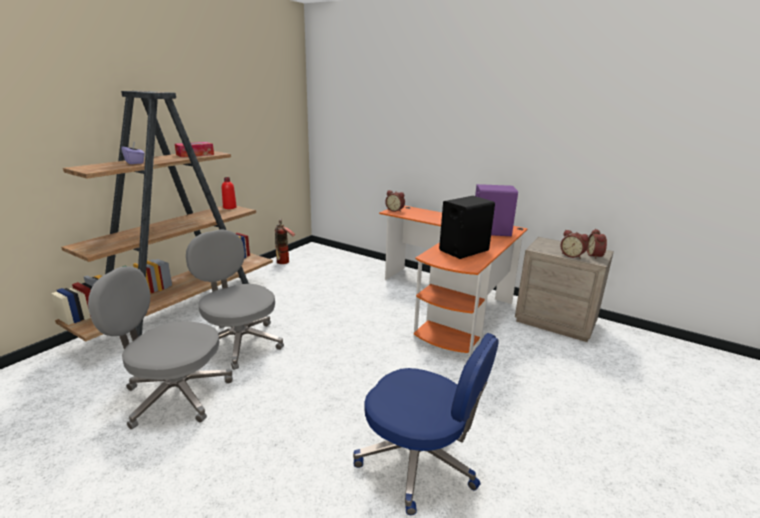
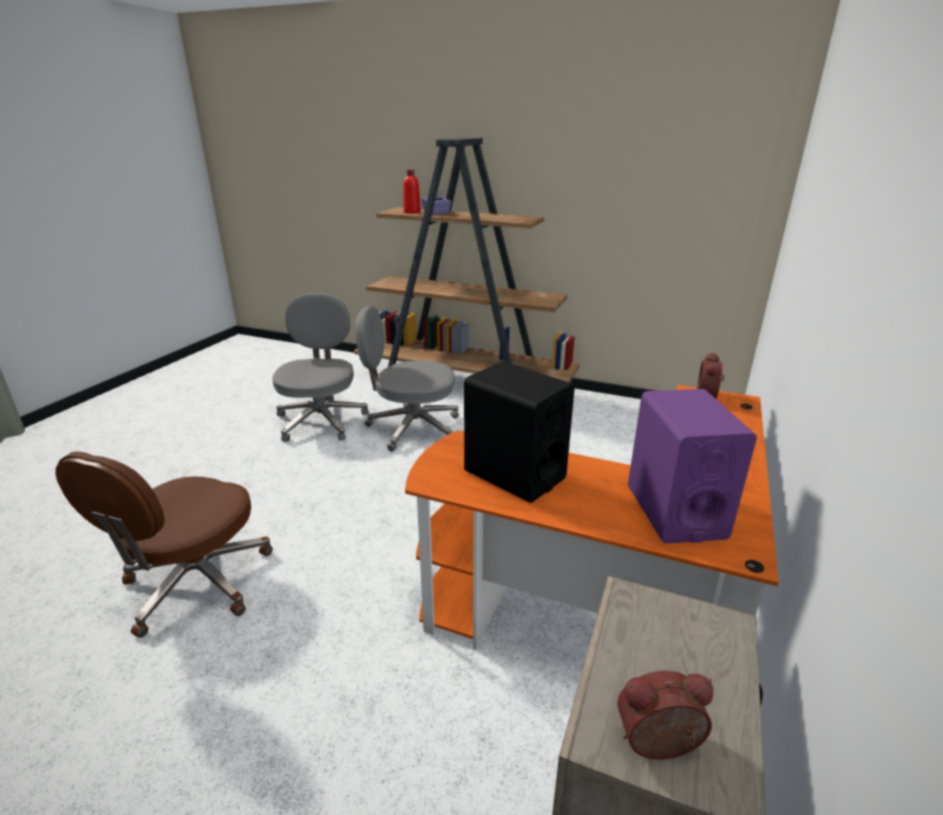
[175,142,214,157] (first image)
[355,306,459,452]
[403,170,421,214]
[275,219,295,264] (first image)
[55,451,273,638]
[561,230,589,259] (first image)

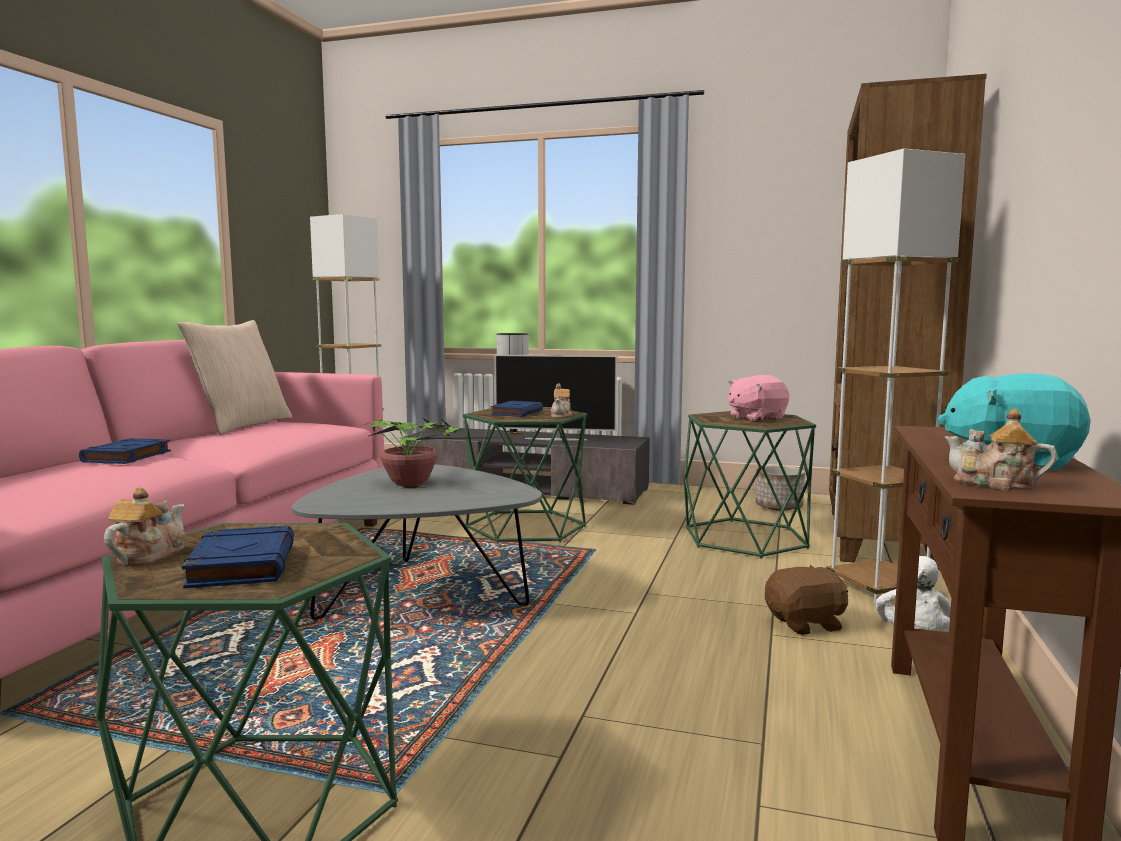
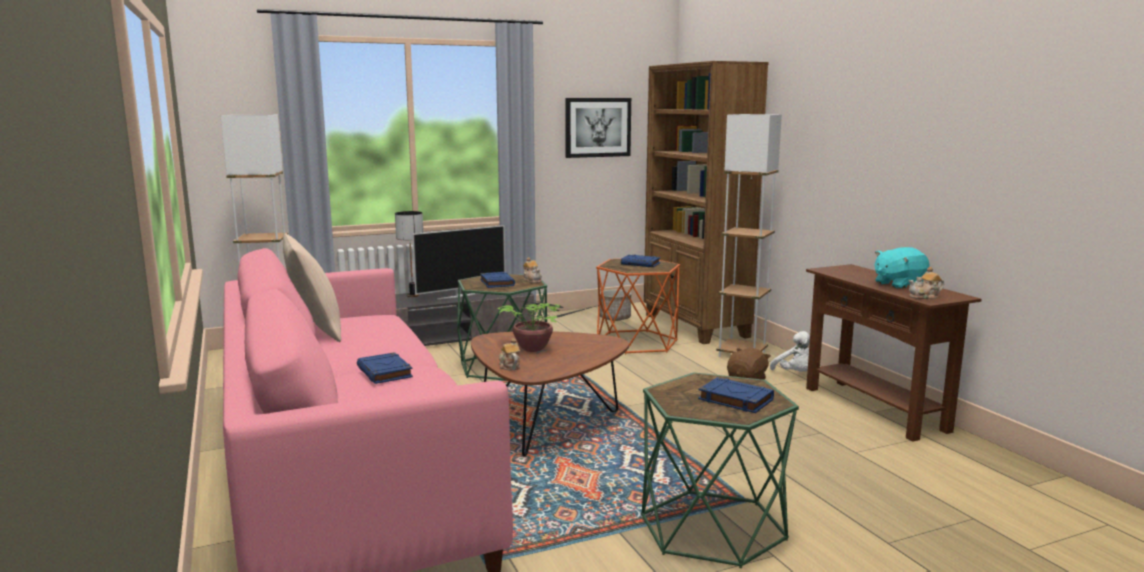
[499,338,520,370]
[471,331,629,457]
[596,259,680,354]
[621,255,660,267]
[565,98,631,158]

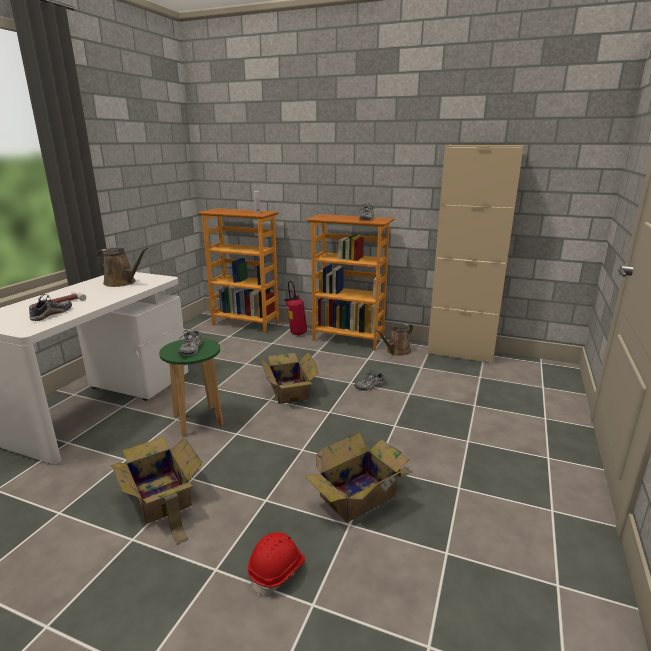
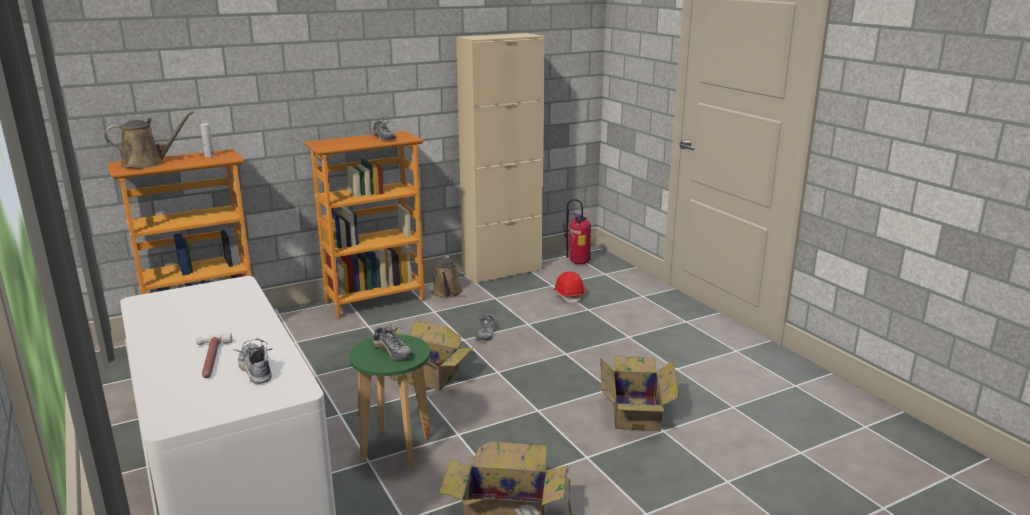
[104,111,194,169]
[553,271,585,304]
[563,199,591,264]

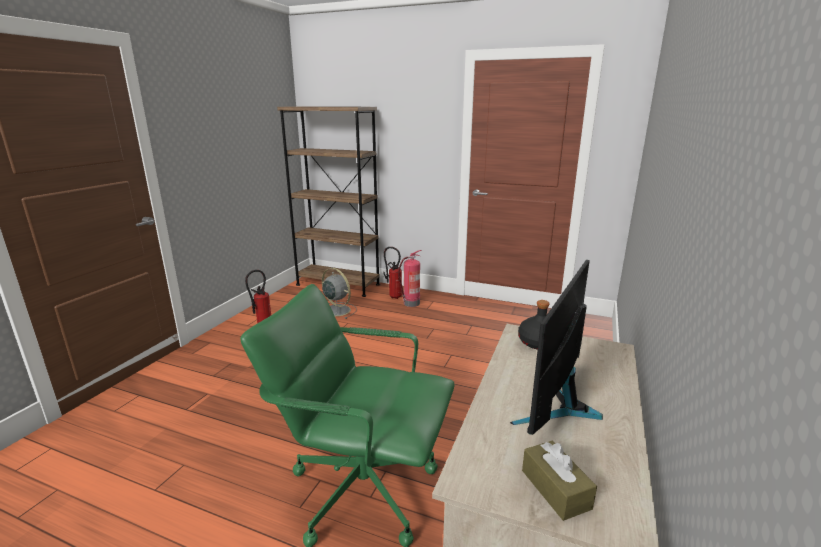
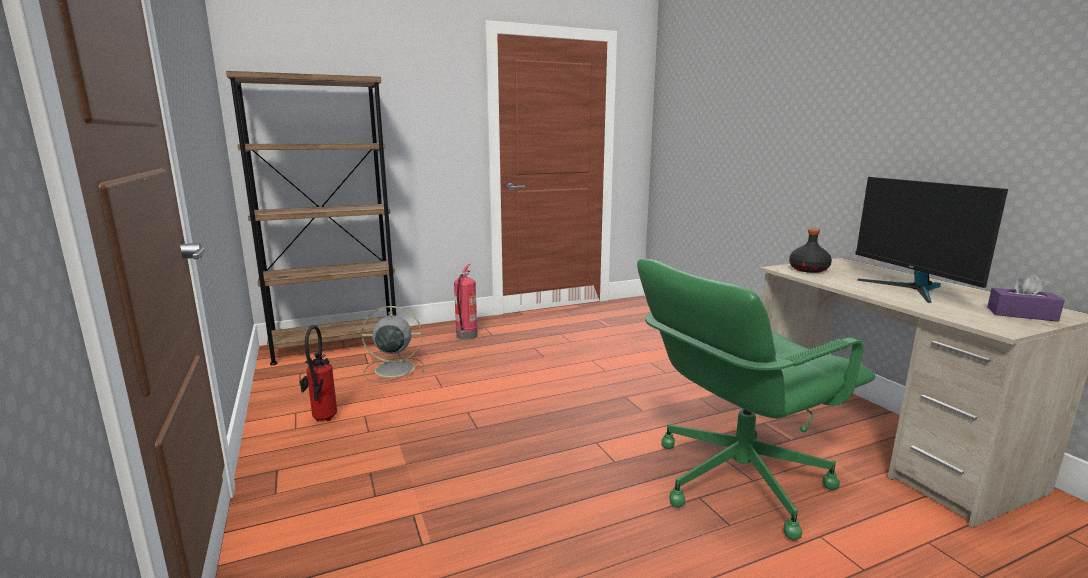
[383,247,402,299] (first image)
[987,273,1065,322]

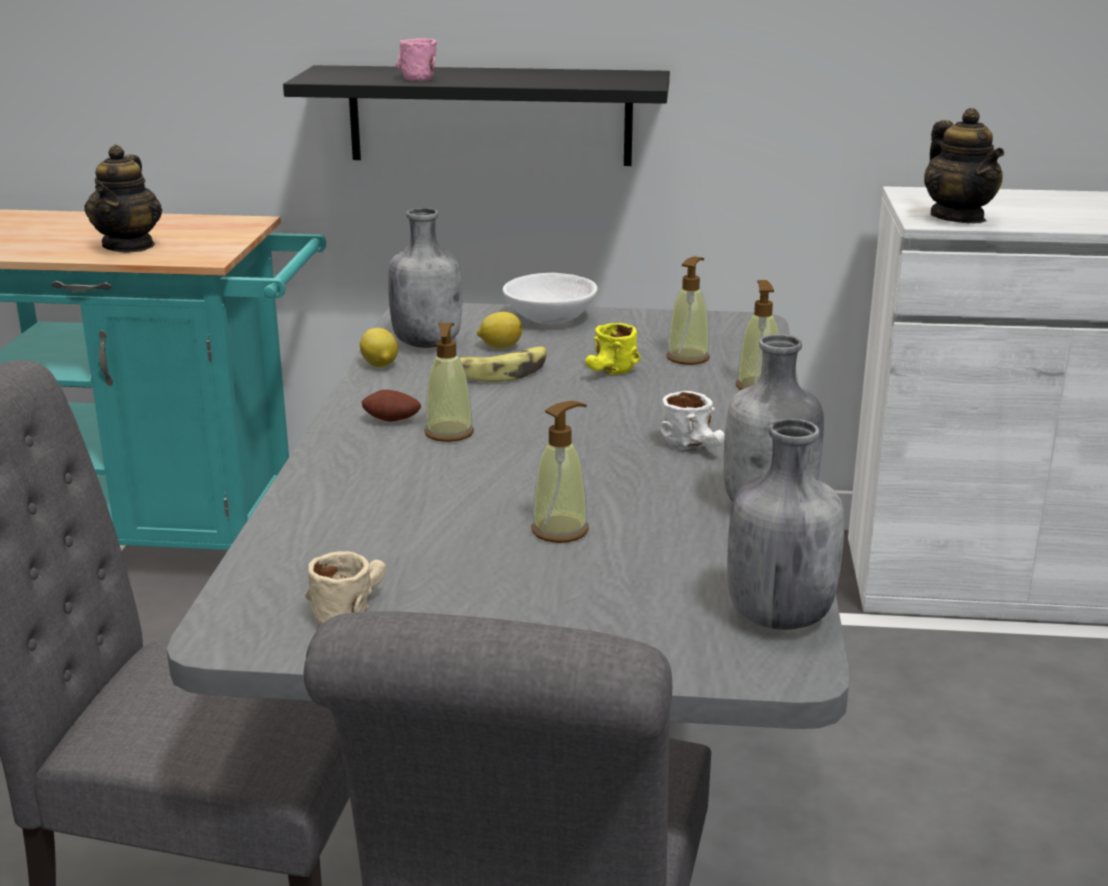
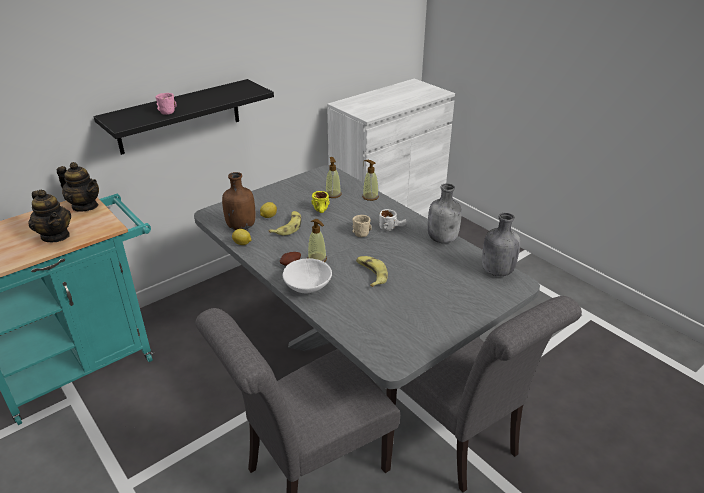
[352,215,372,237]
[222,172,256,230]
[283,258,332,293]
[531,401,589,543] (first image)
[57,162,99,212]
[356,256,388,287]

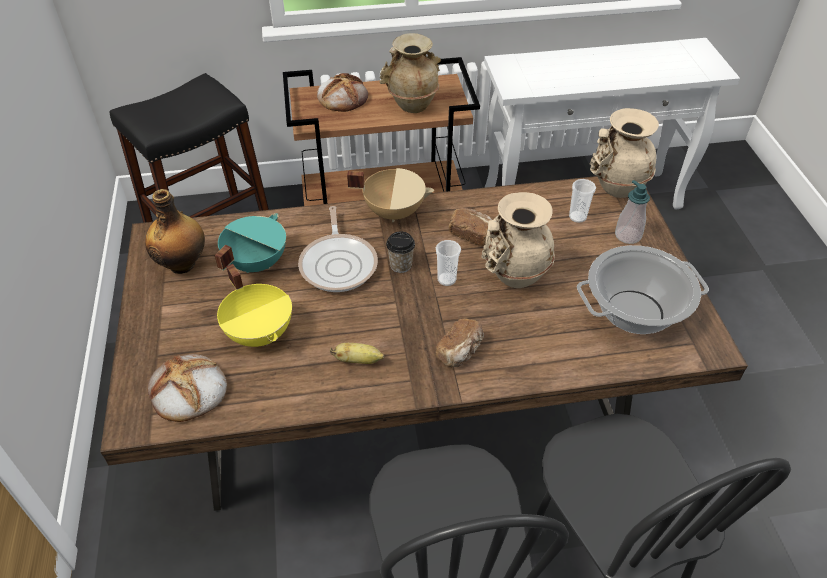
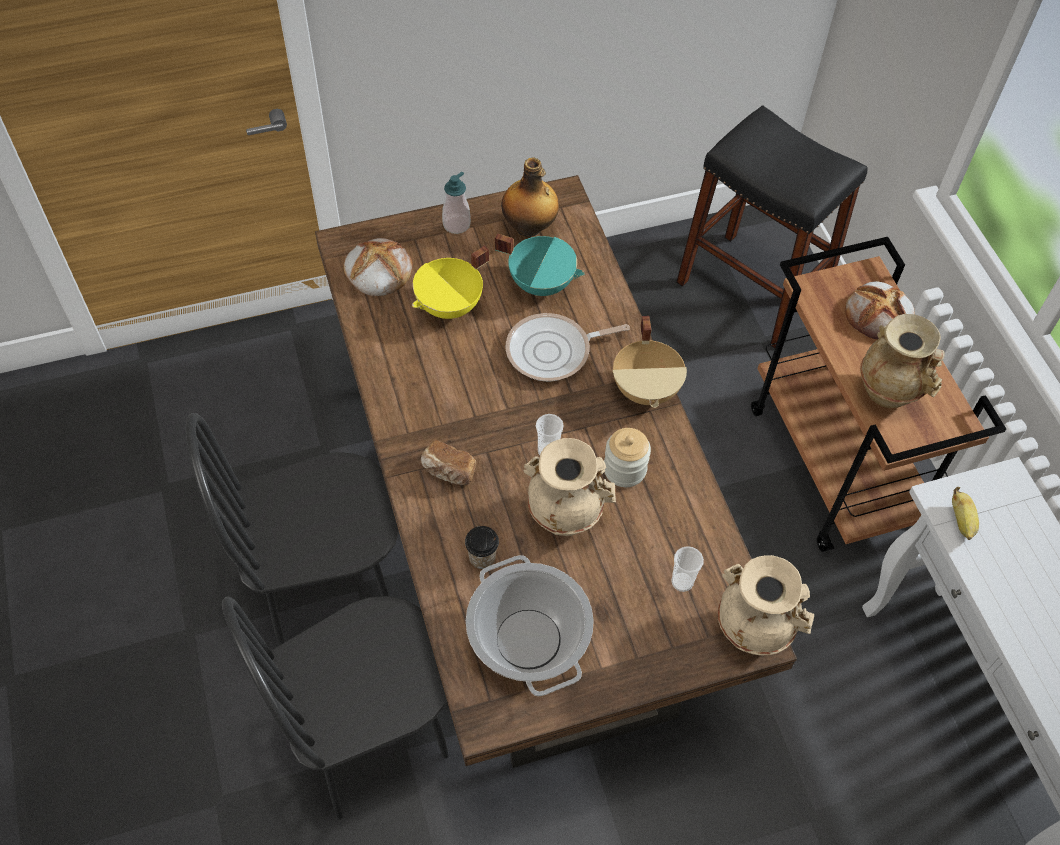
[952,487,979,540]
[465,526,499,569]
[604,428,651,487]
[442,172,471,234]

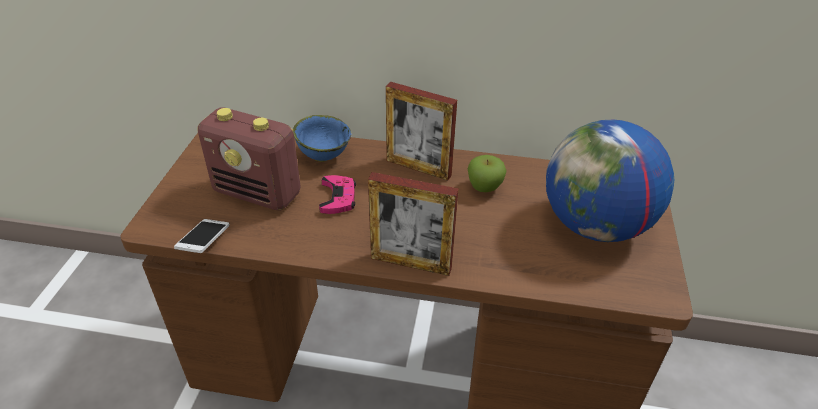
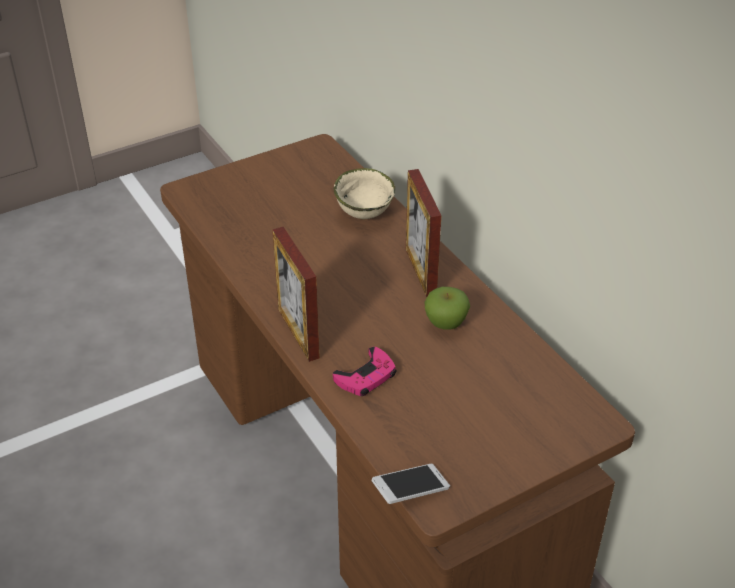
[371,464,450,504]
[198,108,301,210] (first image)
[334,168,395,219]
[333,347,396,396]
[546,120,674,242] (first image)

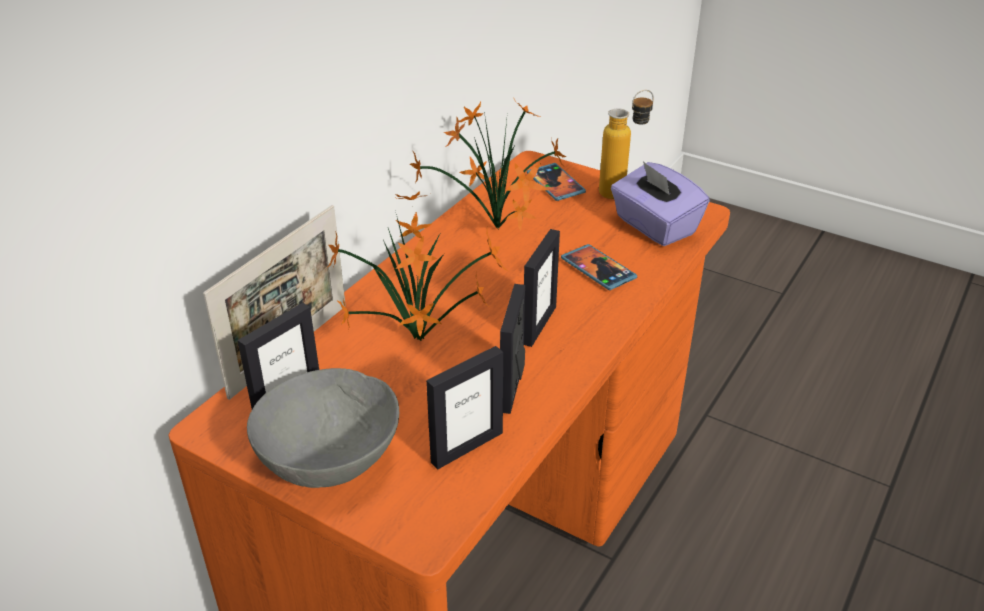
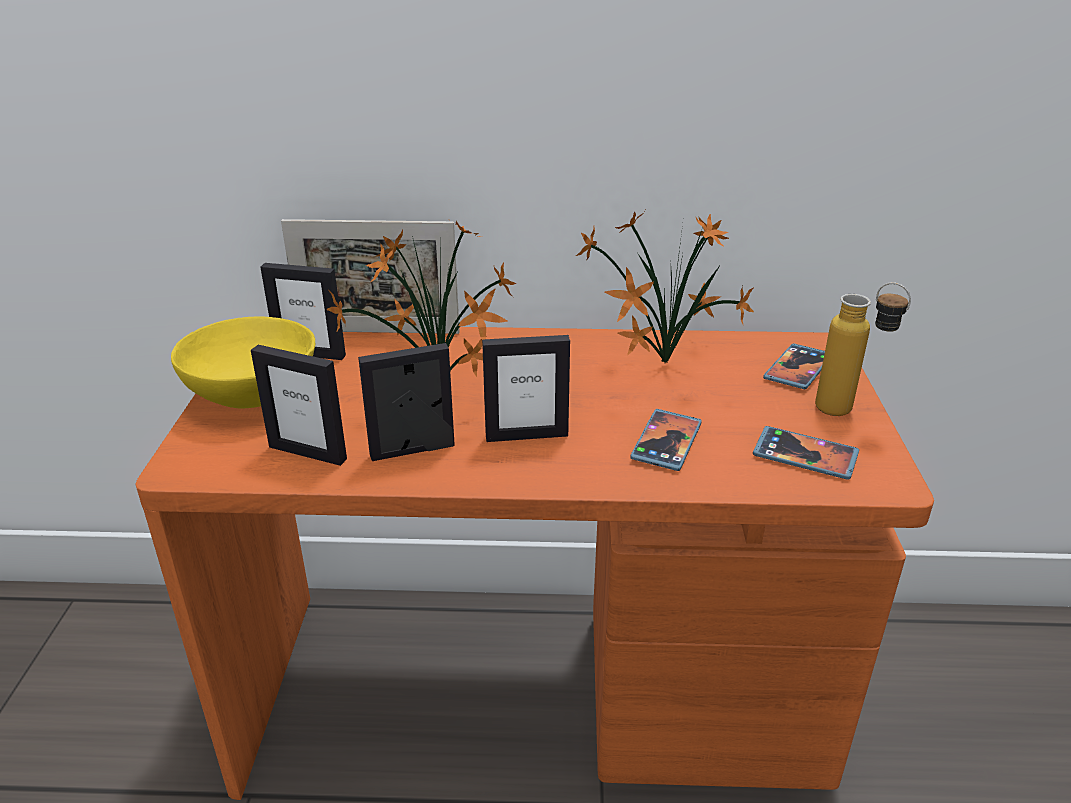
[171,316,315,408]
[753,426,859,479]

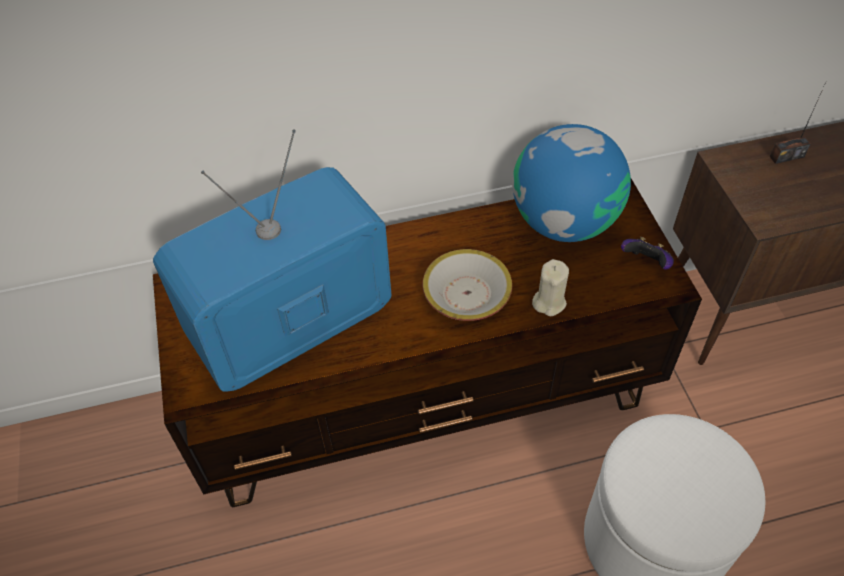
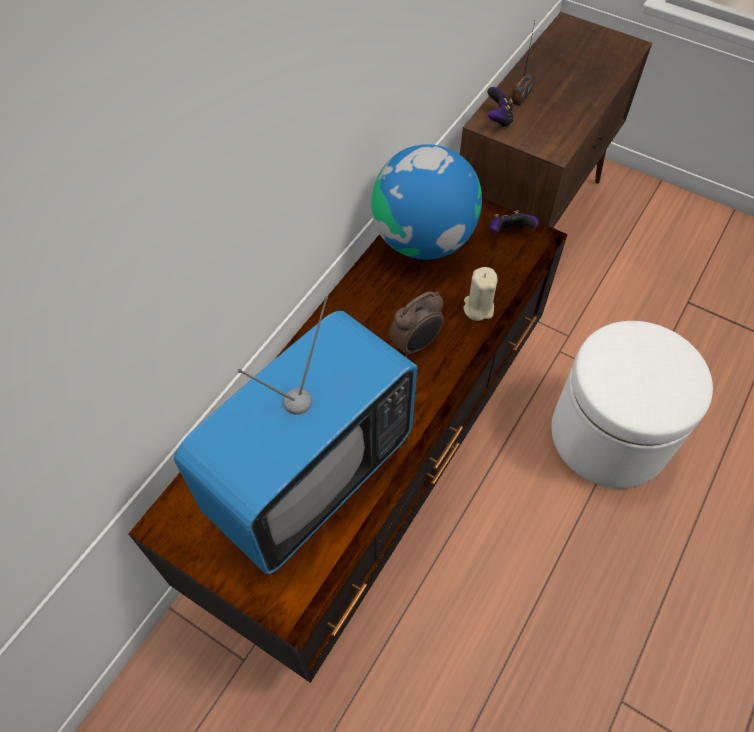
[174,296,417,575]
[389,292,444,358]
[487,87,513,128]

